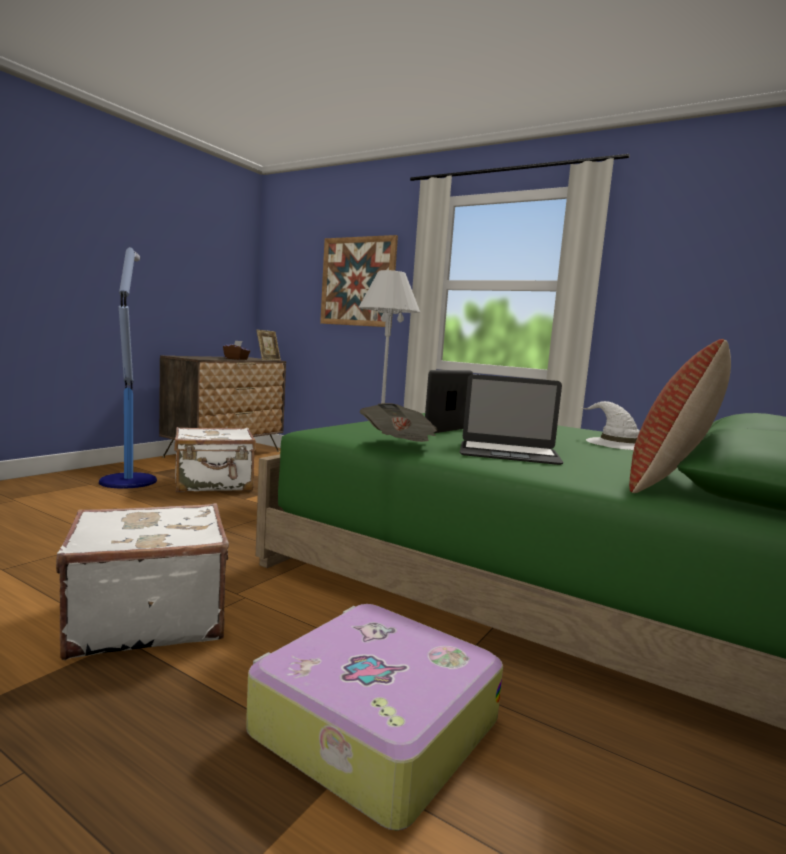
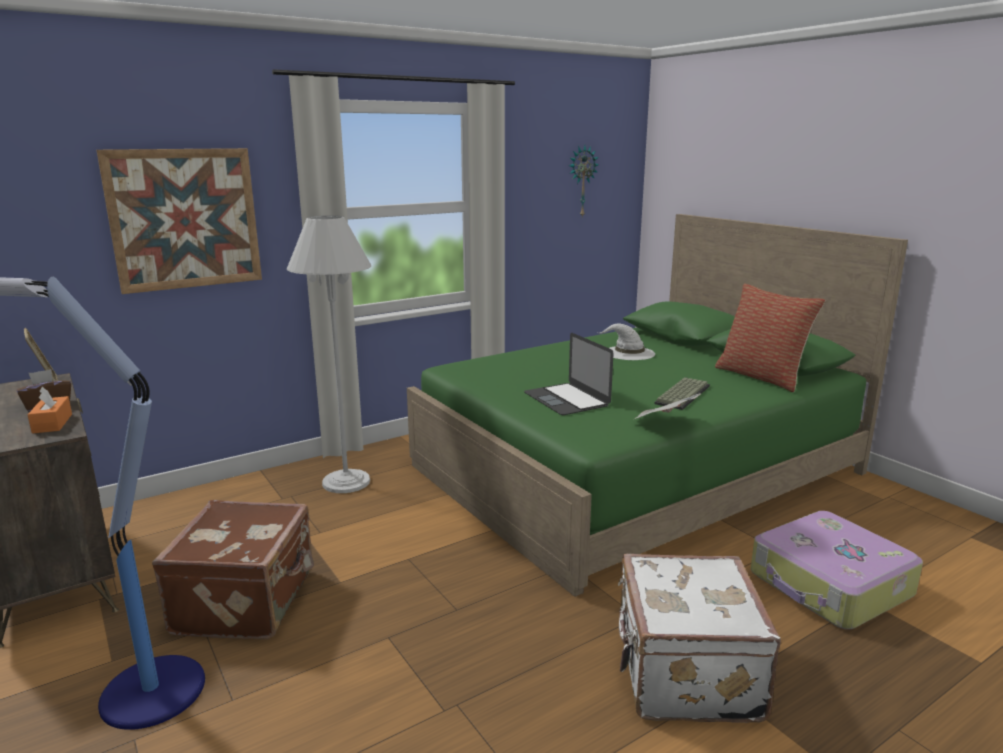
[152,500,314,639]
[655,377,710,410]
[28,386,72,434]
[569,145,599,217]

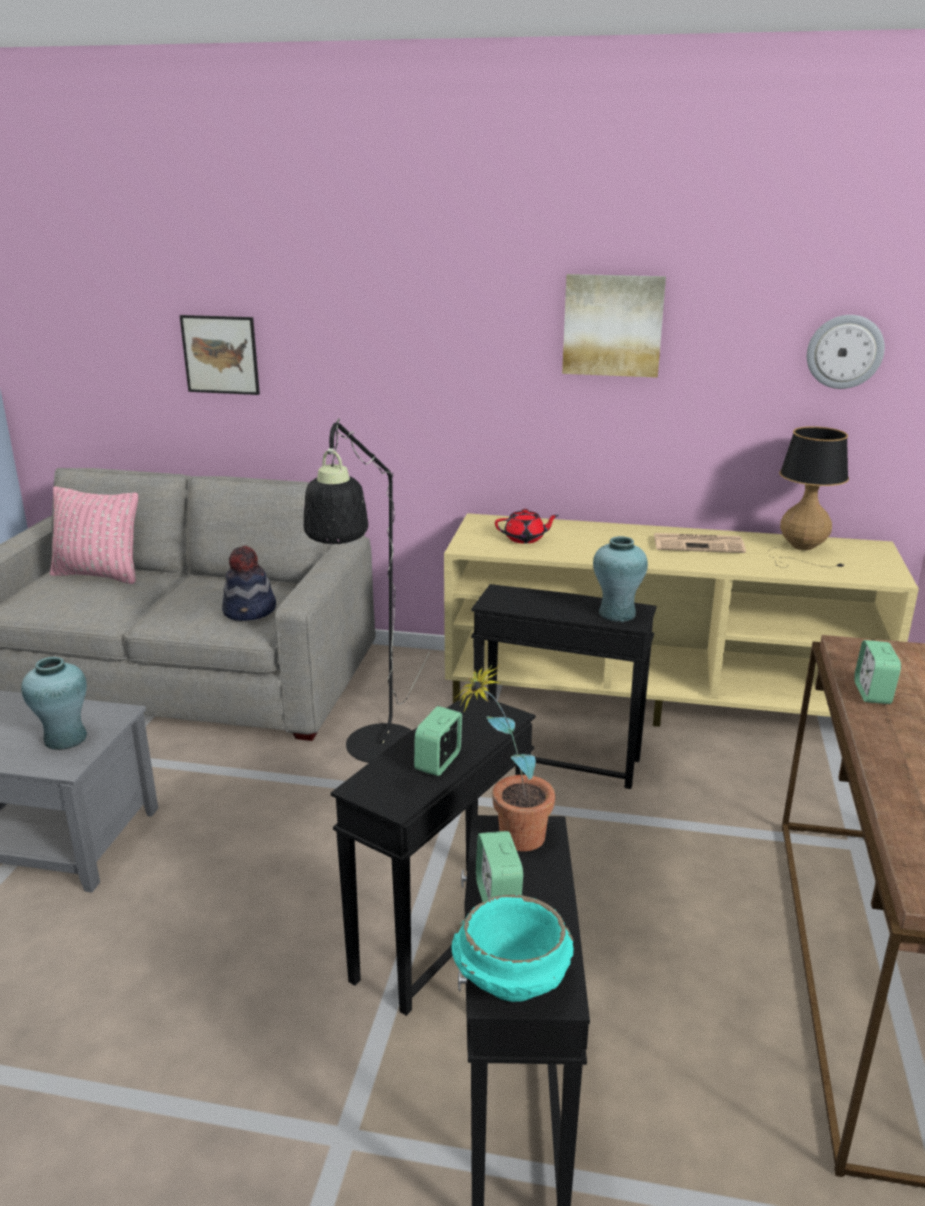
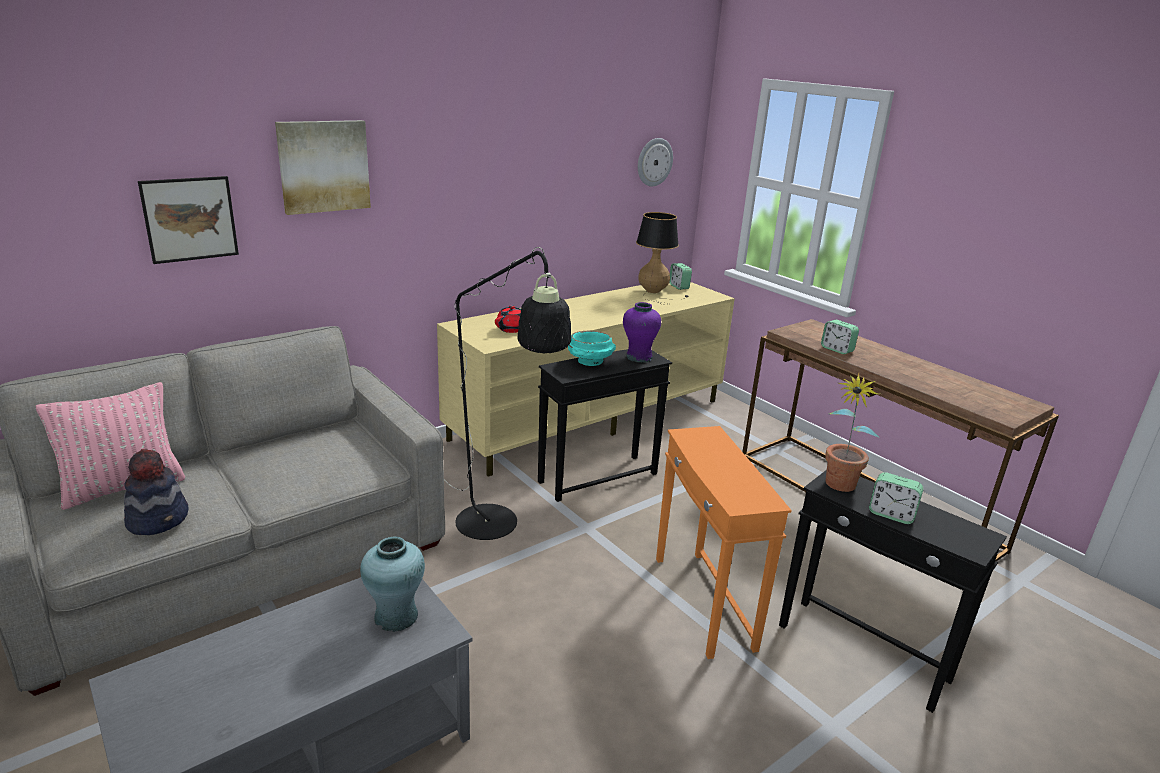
[124,449,189,535]
[656,426,792,659]
[669,263,692,290]
[568,331,616,366]
[275,120,371,215]
[623,302,661,363]
[654,533,746,553] (first image)

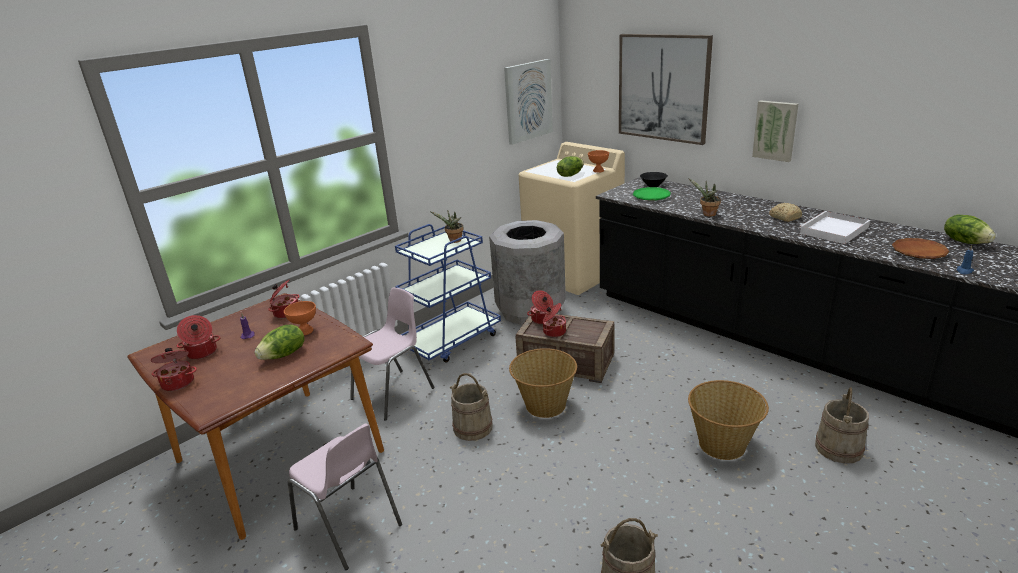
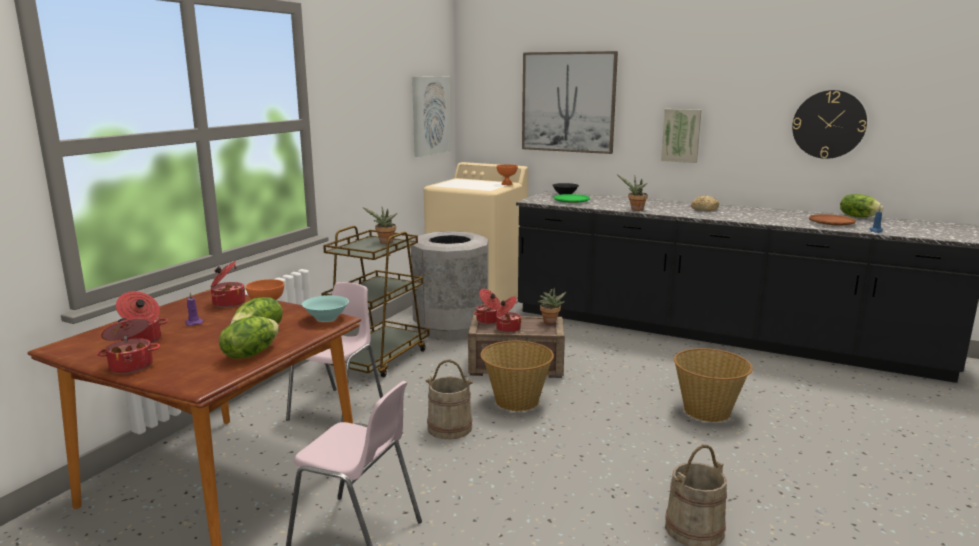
[321,226,429,377]
[219,316,279,359]
[799,211,870,244] (first image)
[815,387,869,463] (first image)
[302,295,349,322]
[538,287,566,324]
[792,90,867,159]

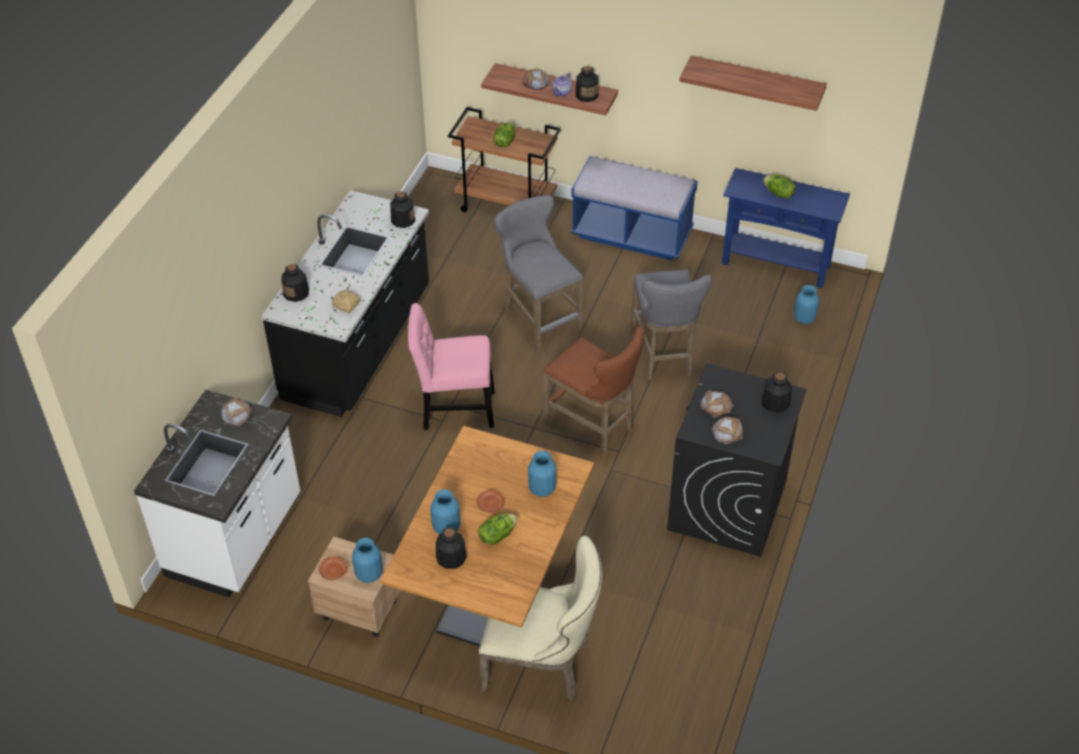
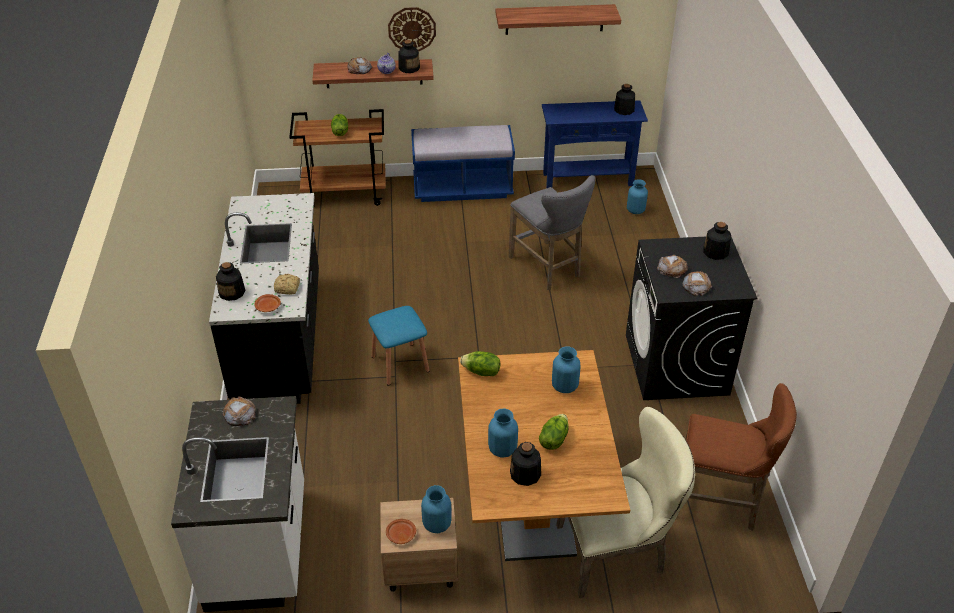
[614,84,635,115]
[368,306,429,386]
[255,294,281,312]
[495,195,583,353] (first image)
[685,383,797,531]
[460,351,501,376]
[388,7,436,51]

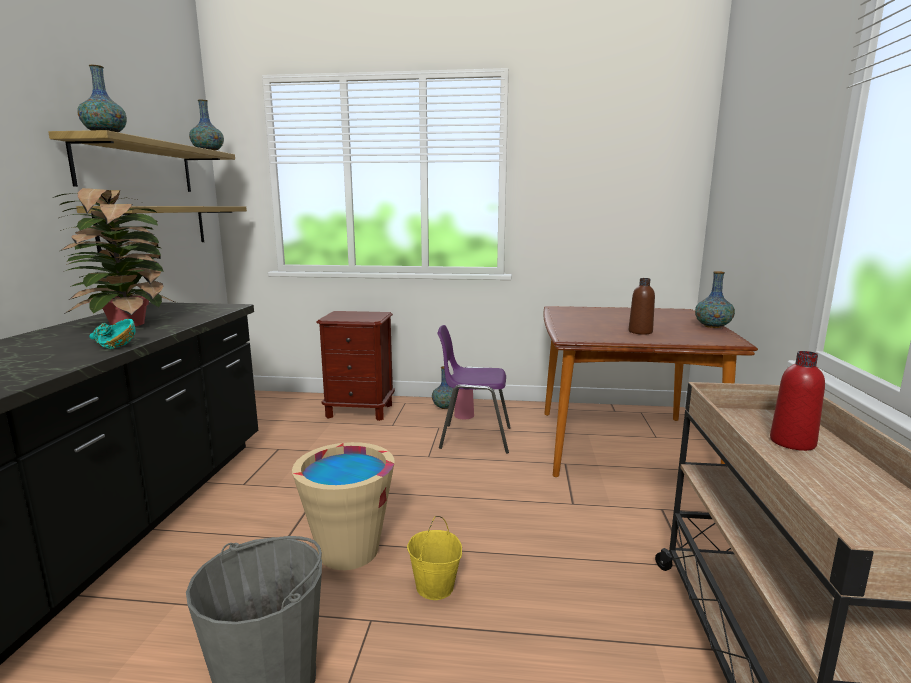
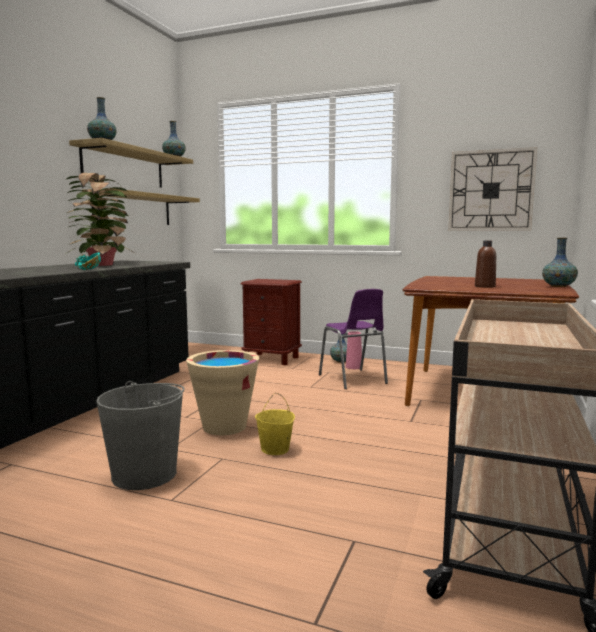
[319,289,388,389]
[770,351,825,451] (first image)
[448,147,537,231]

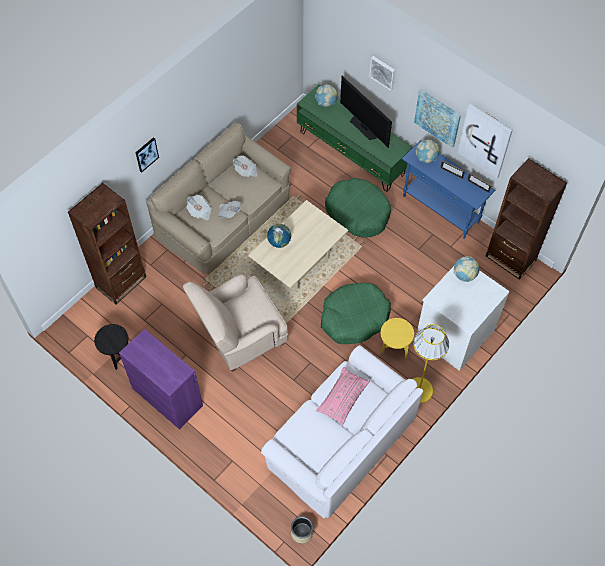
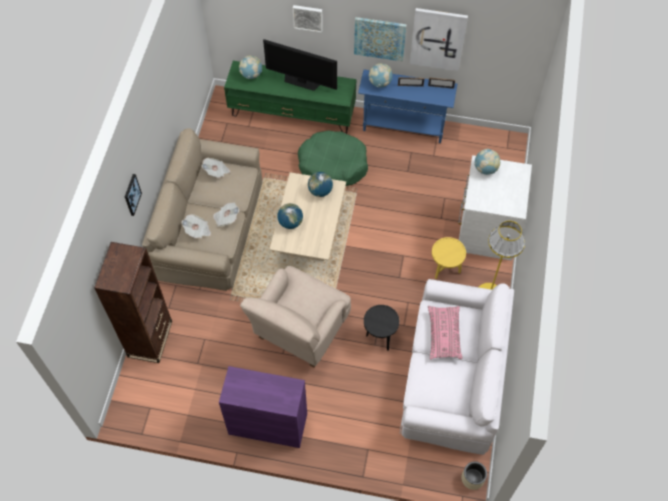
[364,305,399,351]
[321,283,391,344] (first image)
[486,158,567,280] (first image)
[308,172,333,197]

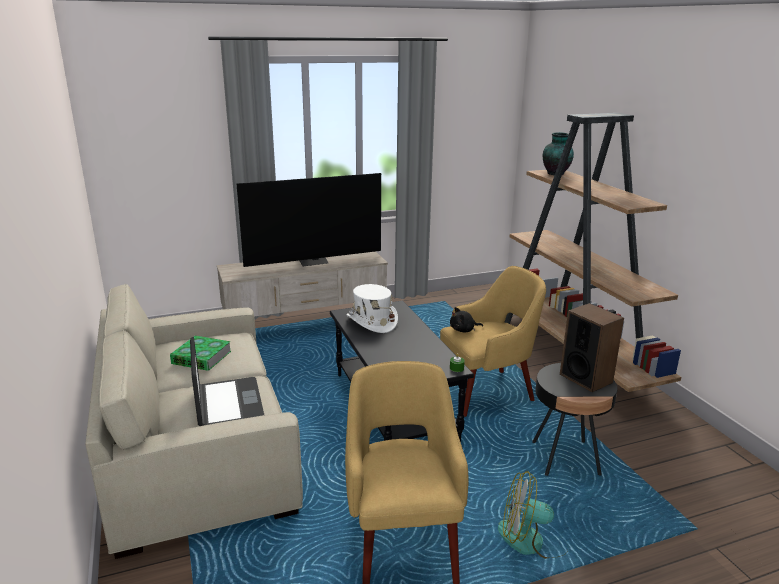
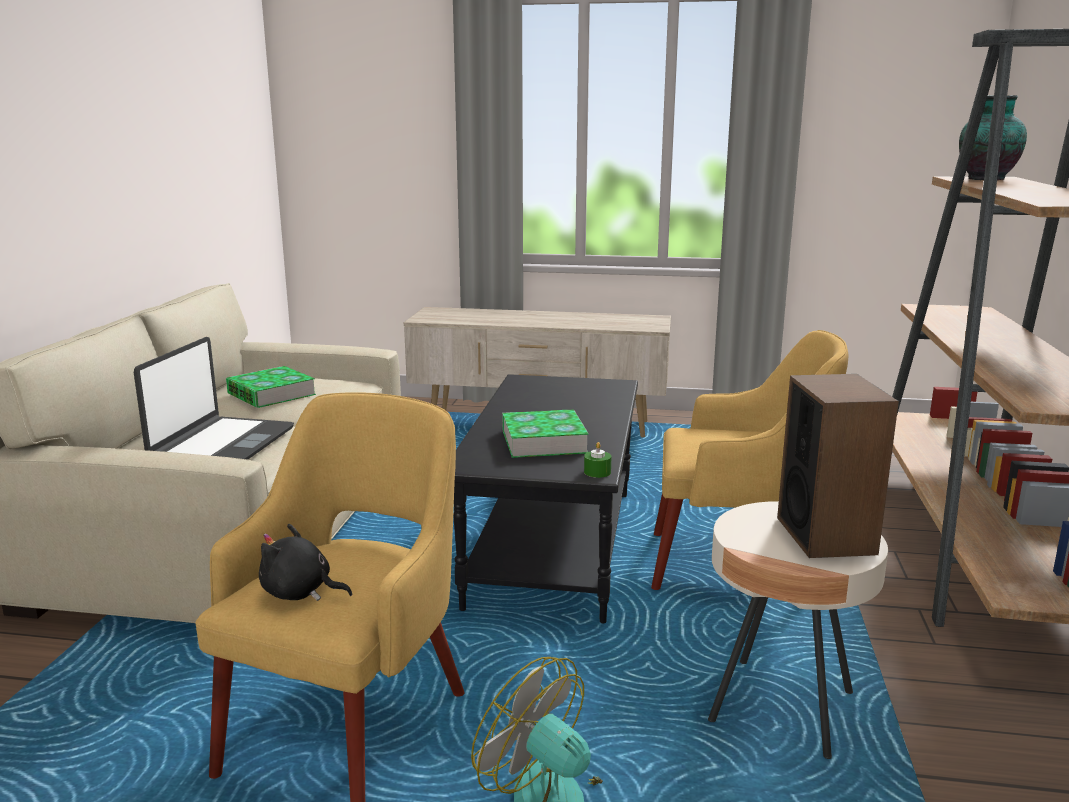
[237,173,381,267] (first image)
[346,284,398,333] (first image)
[259,524,352,601]
[708,501,888,759]
[502,409,589,458]

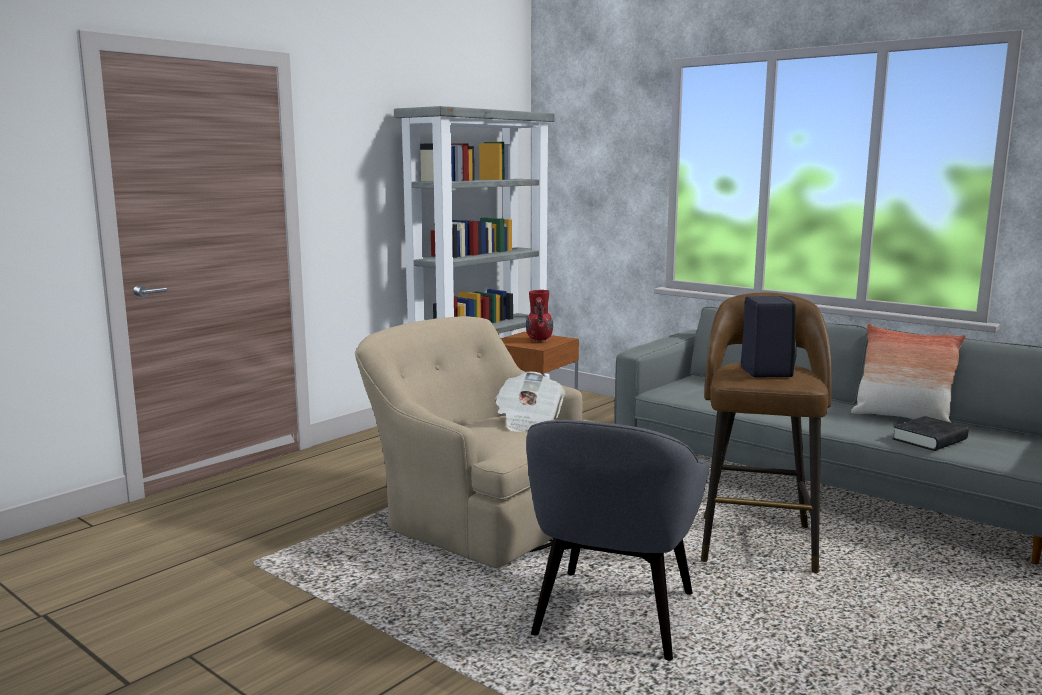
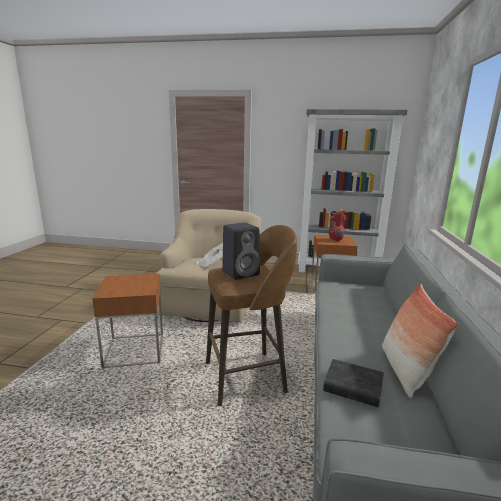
[92,274,163,368]

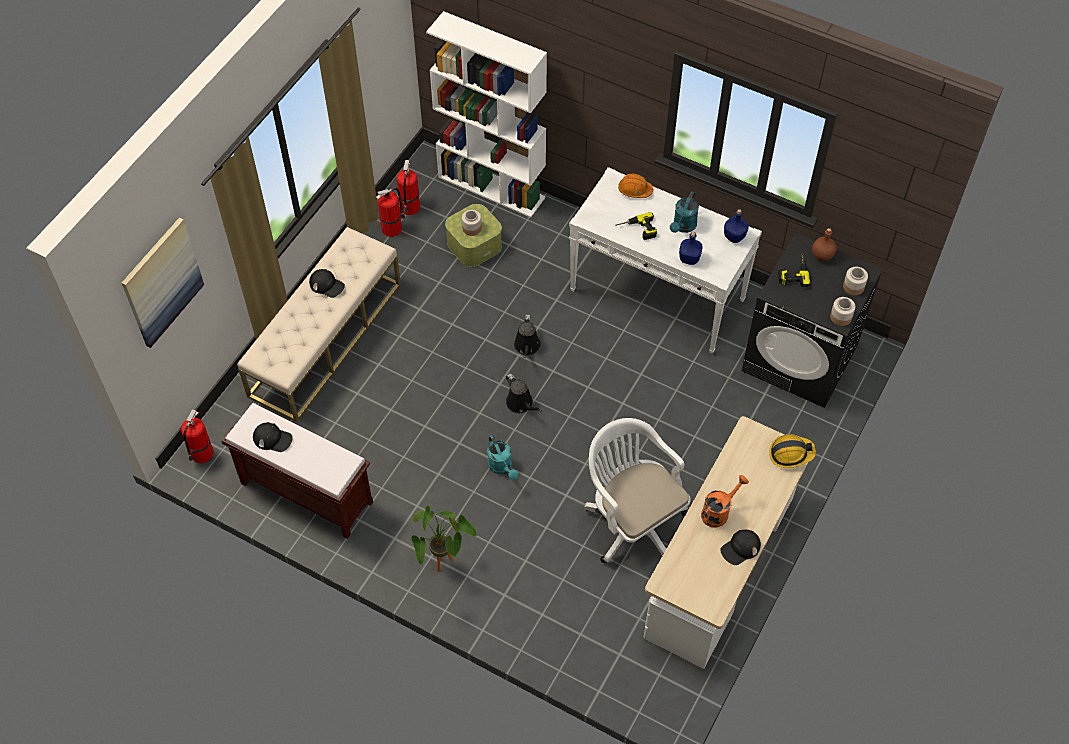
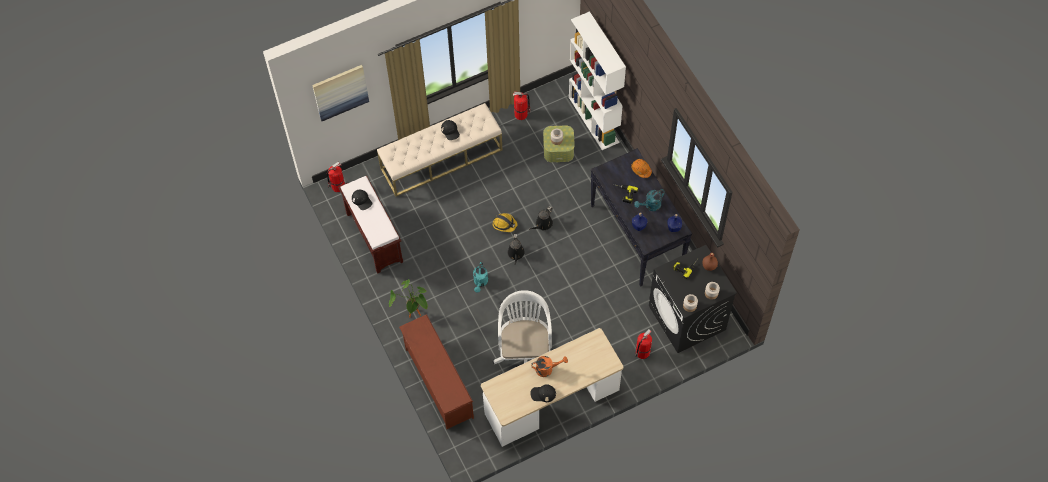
[635,329,652,359]
[590,148,692,287]
[493,213,517,232]
[399,314,474,429]

